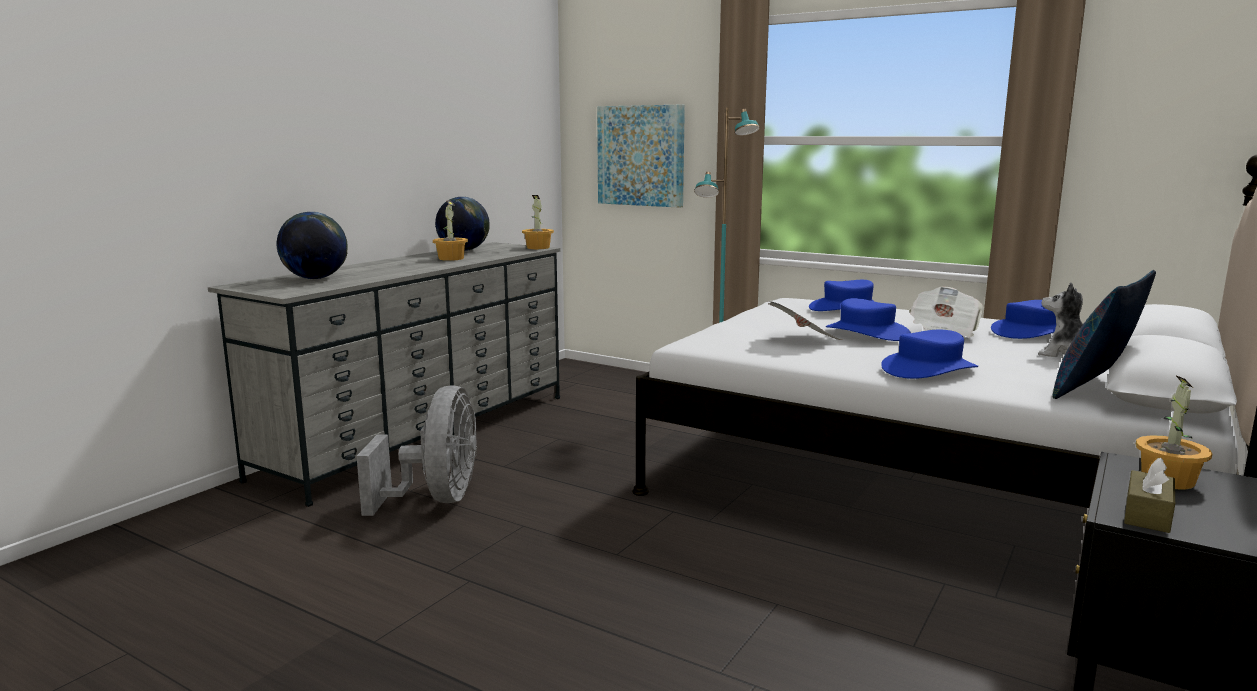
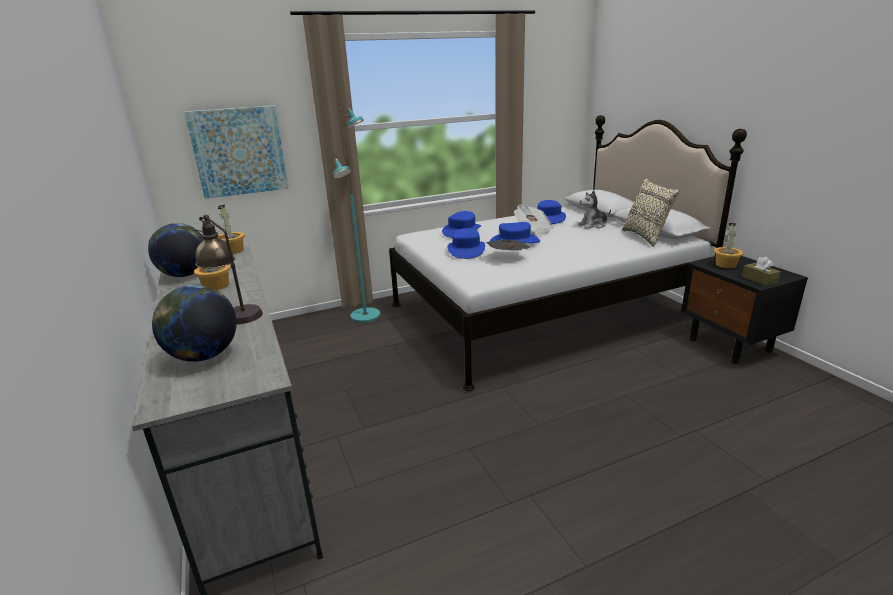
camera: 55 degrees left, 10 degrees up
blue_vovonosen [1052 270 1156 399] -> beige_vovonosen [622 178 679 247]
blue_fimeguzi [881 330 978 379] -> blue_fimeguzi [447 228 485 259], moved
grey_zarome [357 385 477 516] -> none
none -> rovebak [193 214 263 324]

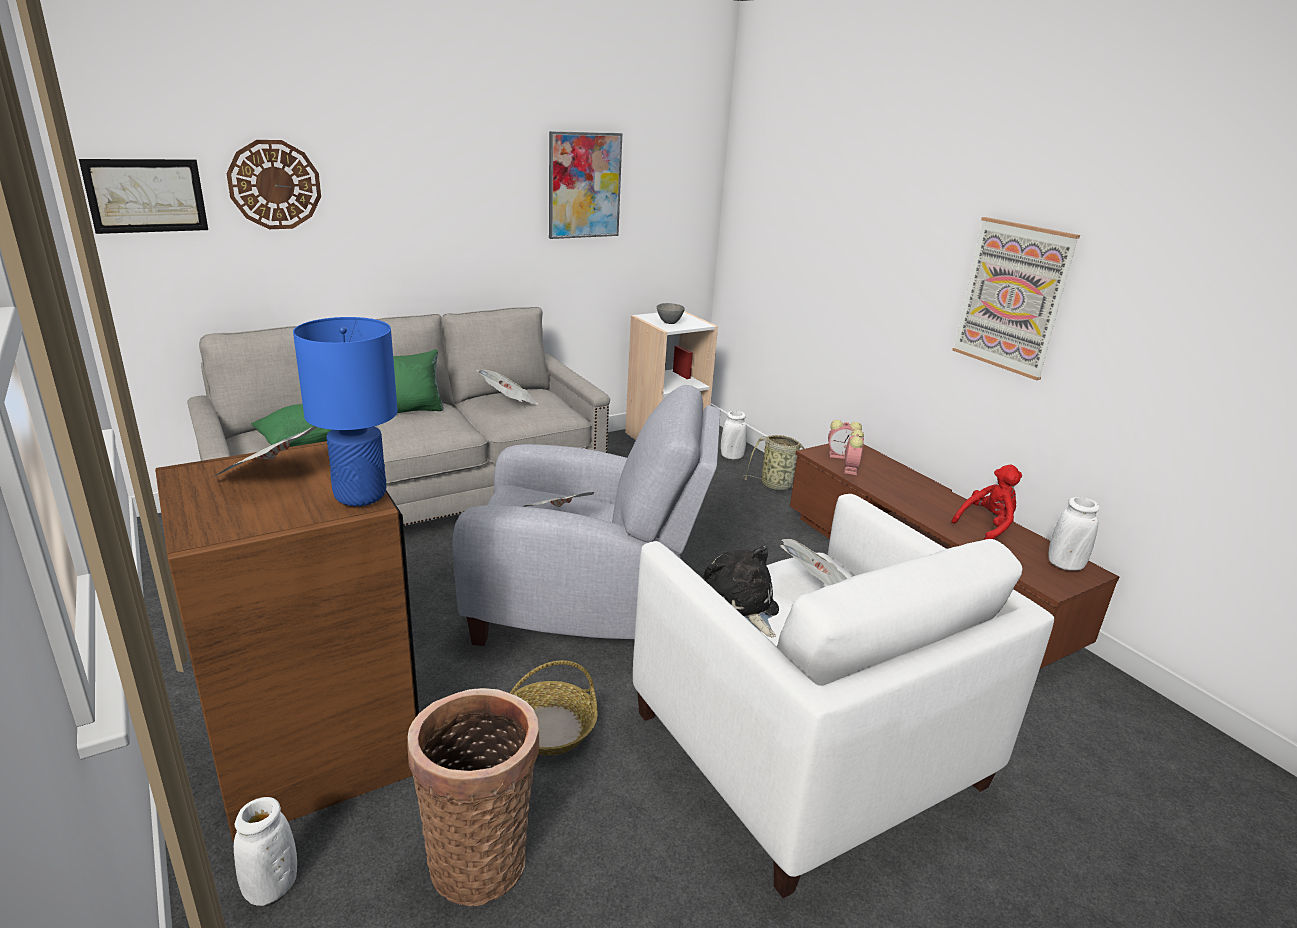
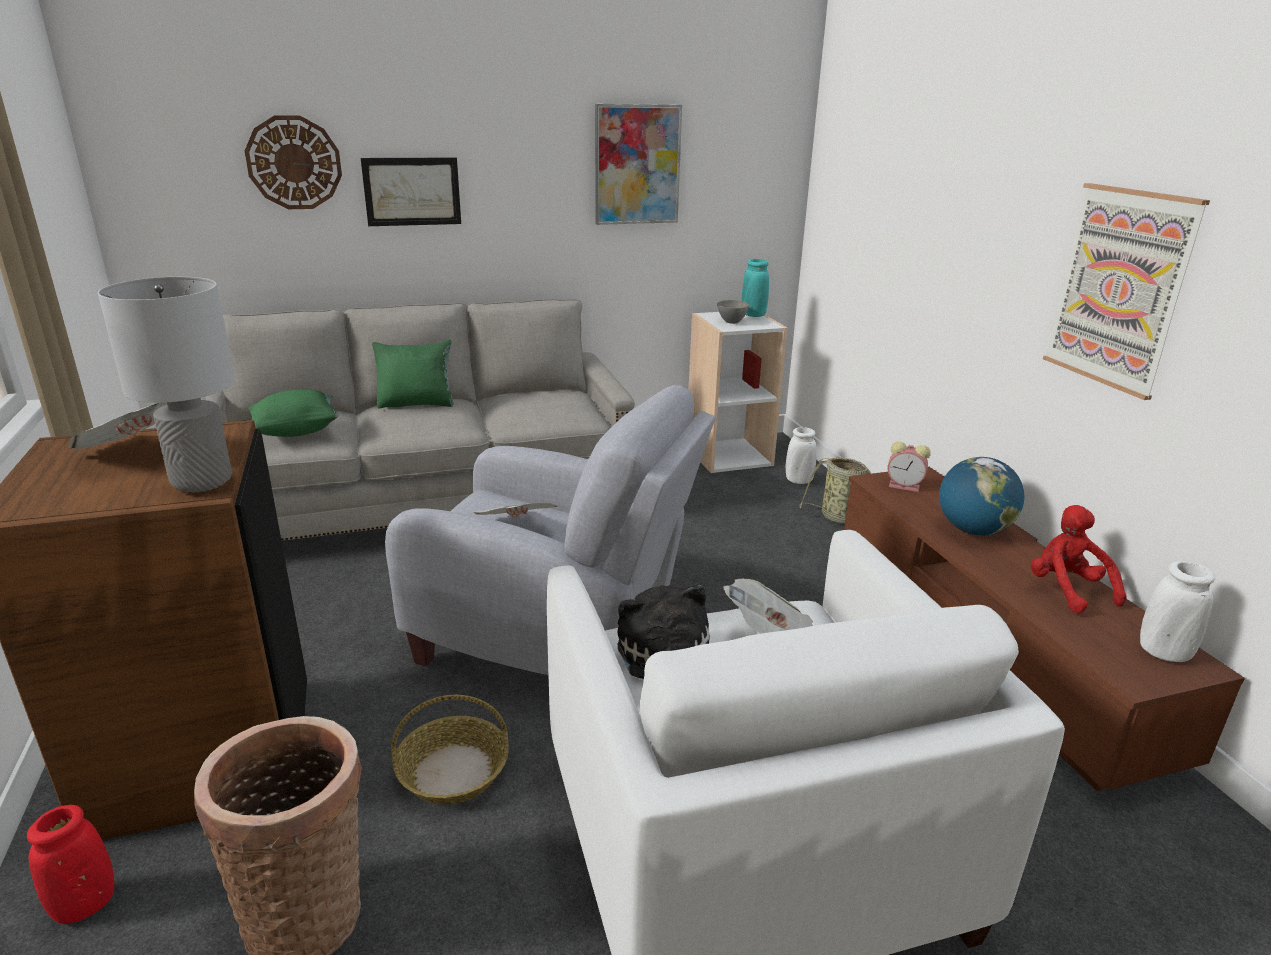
camera: 15 degrees right, 0 degrees up
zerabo [79 159 208 234] -> zerabo [361 157 461 226], moved
blue_rovebak [293 317 398 507] -> grey_rovebak [98 277 235 493]
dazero [476 369 539 405] -> none
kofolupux [842 429 864 475] -> none
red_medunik [951 465 1022 540] -> red_medunik [1031 505 1127 613], 90 degrees counterclockwise
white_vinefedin [234 797 297 906] -> red_vinefedin [27 805 114 924]
none -> turquoise_vinefedin [742 259 769 317]
none -> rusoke [939 457 1024 535]

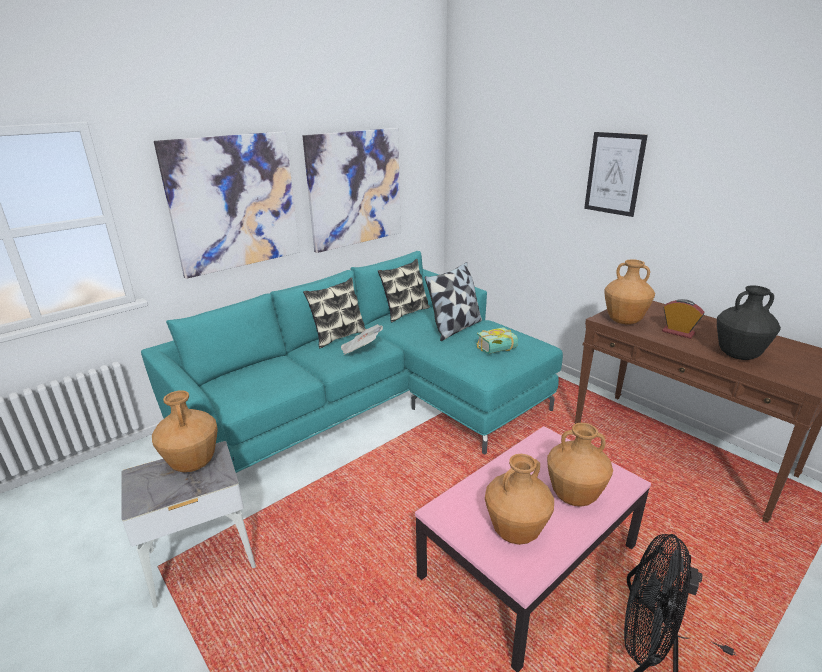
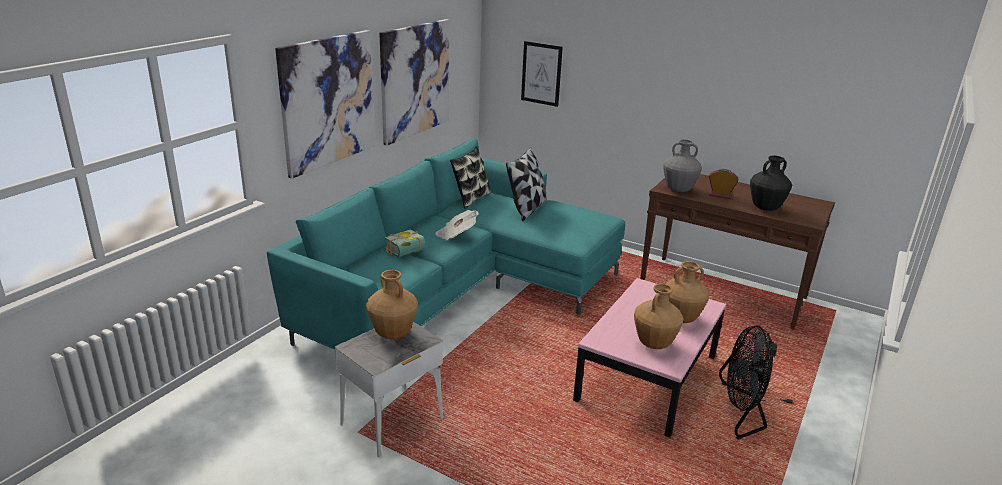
camera: 20 degrees left, 0 degrees up
zerabo [584 132 648 217] -> zerabo [521 41 563 107], moved
brown_vinefedin [604 259 655 325] -> grey_vinefedin [663 140 702 192]
vovonosen [303 277 366 348] -> none
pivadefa [477 327 518 354] -> pivadefa [385 229 425 257], moved

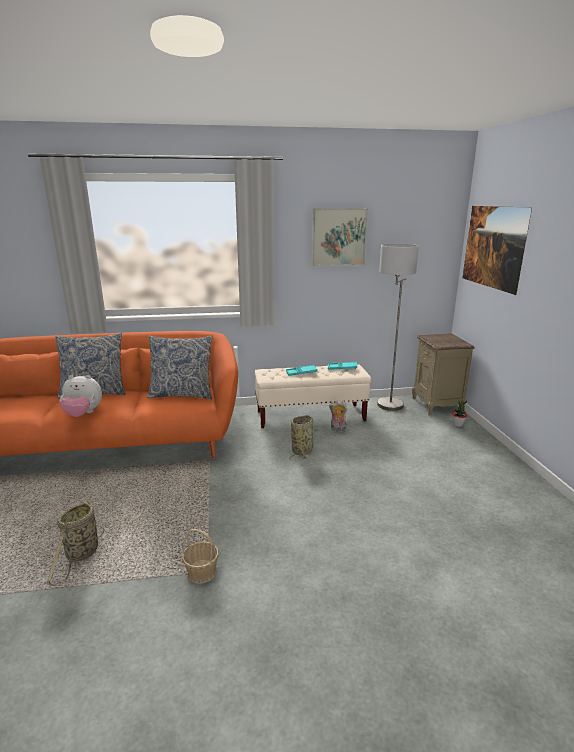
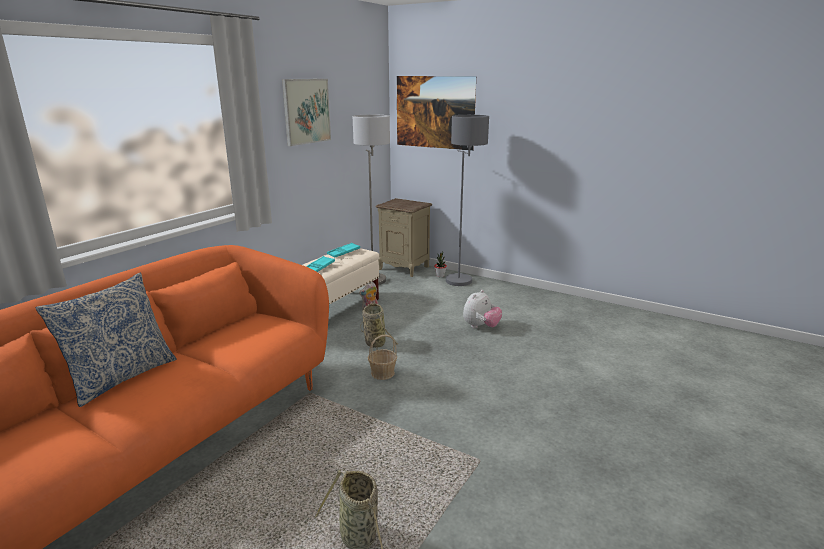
camera: 50 degrees left, 0 degrees up
vovonosen [147 336 213 399] -> none
medunik [60 375 102 417] -> medunik [463 290 502 328], moved
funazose [182 529 219 584] -> funazose [368 335 397 380], moved
none -> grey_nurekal [446 115 489 286]

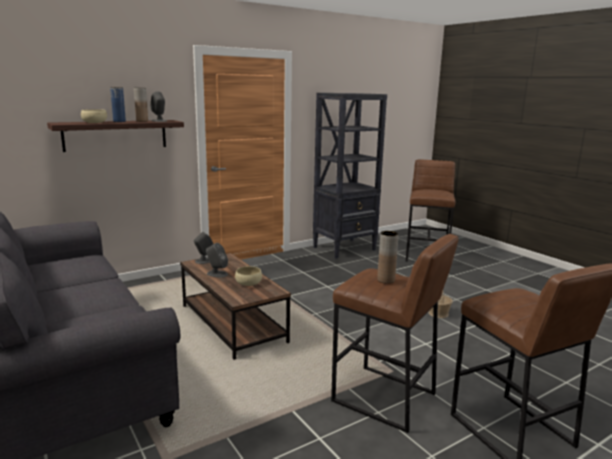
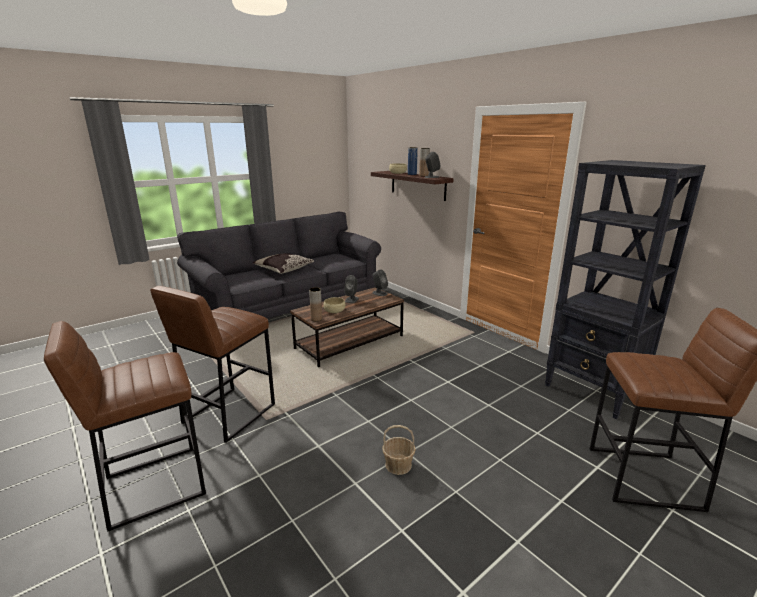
camera: 85 degrees right, 5 degrees up
brown_vinefedin [377 231 399 284] -> brown_vinefedin [309 287 322 322], moved
none -> vovonosen [253 253 314 274]

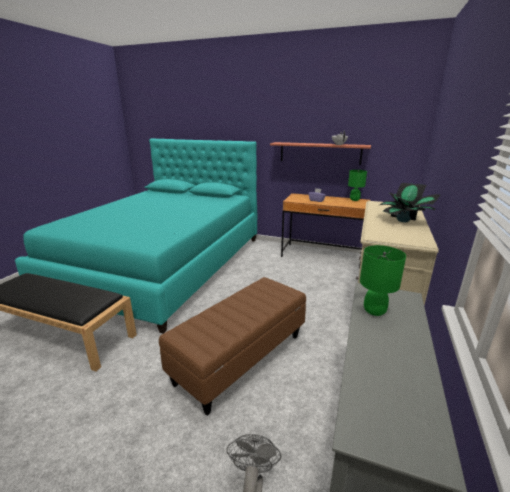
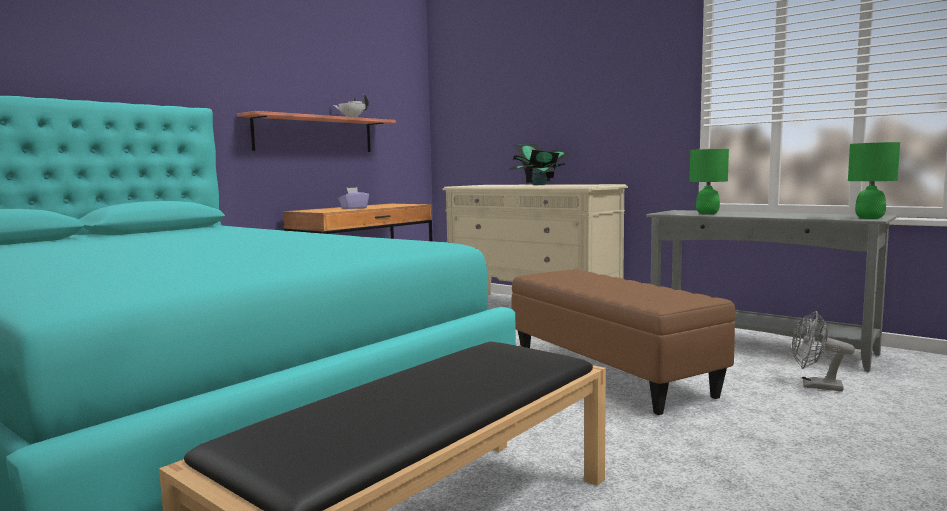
camera: 70 degrees left, 15 degrees down
green_rovebak [348 170 367 201] -> green_rovebak [848 142 900 219], moved

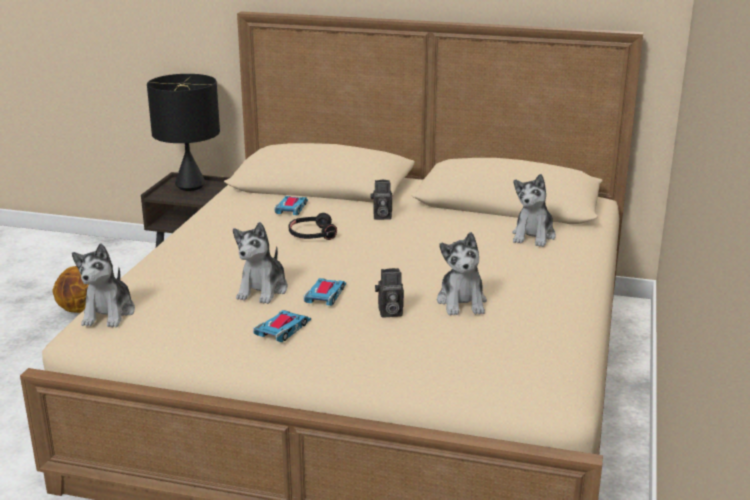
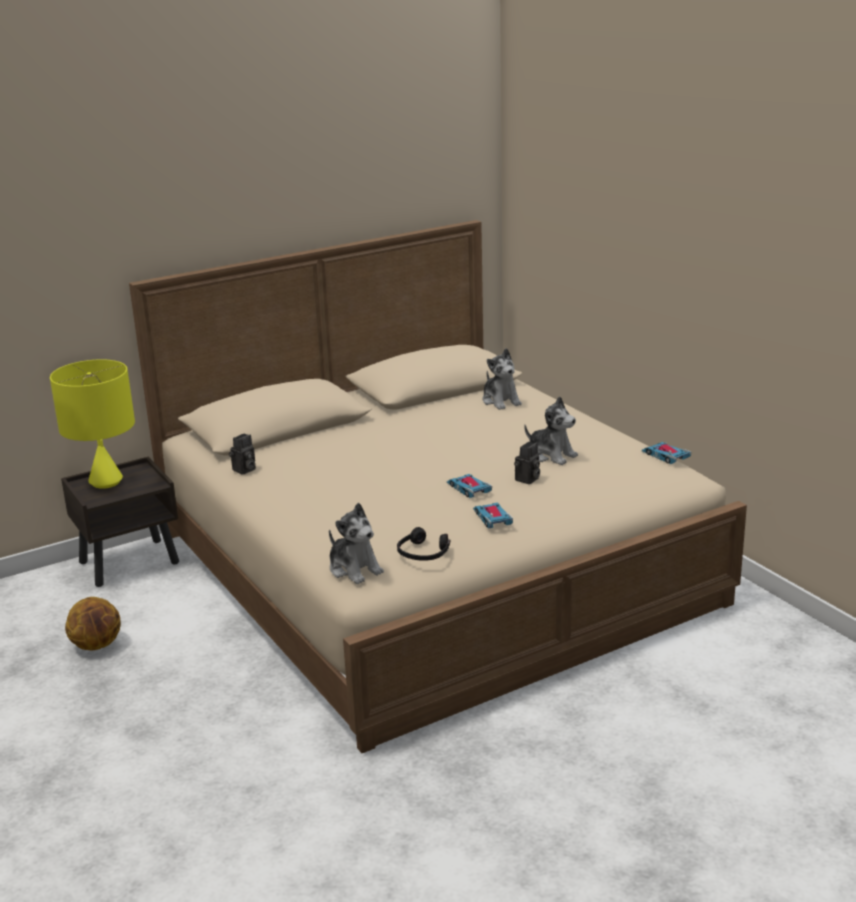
camera: 45 degrees left, 0 degrees up
black_rovebak [147 74 220 191] -> yellow_rovebak [50 359 135 489]
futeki [370 180 392 220] -> futeki [229 434 256 475], moved
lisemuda [274 196 308 215] -> lisemuda [642 442 691 464], moved
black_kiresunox [289 213 337 240] -> black_kiresunox [397 527 450 561], moved
medunik [233 222 288 304] -> none

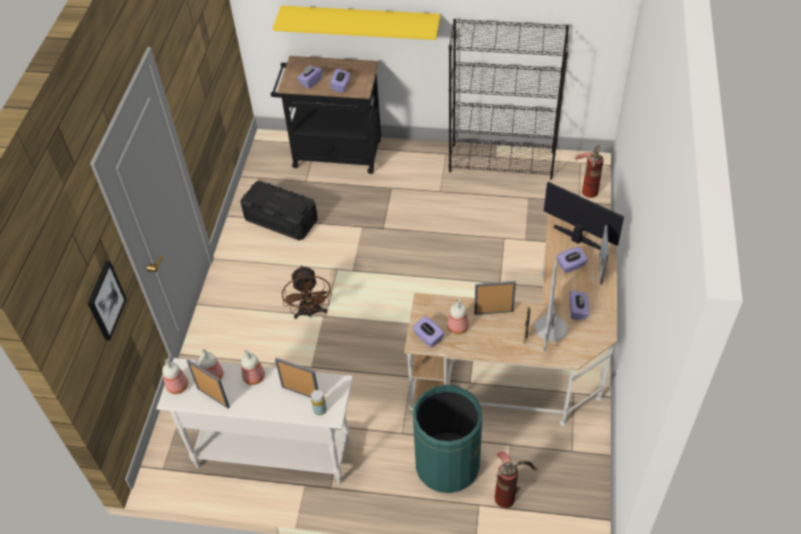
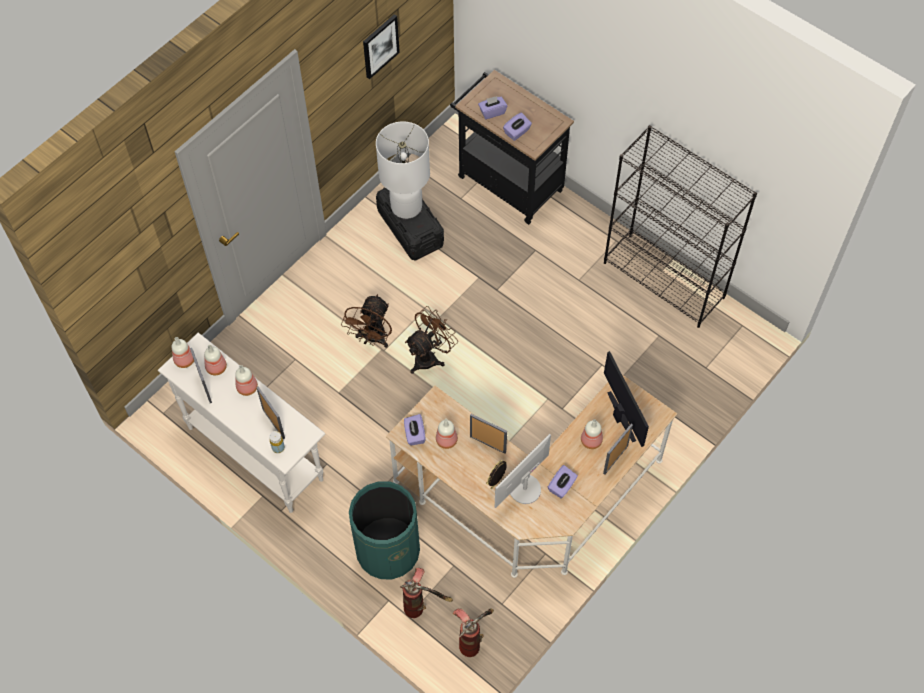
camera: 30 degrees right, 10 degrees up
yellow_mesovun [273 6 440 40] -> none
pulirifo [575 145 604 198] -> pulirifo [452 608 494 657], moved
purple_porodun [557 247 588 273] -> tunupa [581 419 603 449]
zerabo [88 261 127 341] -> zerabo [363 14 400 79], moved
none -> white_rovebak [376 121 430 219]
none -> brown_zarome [405 306 458 374]

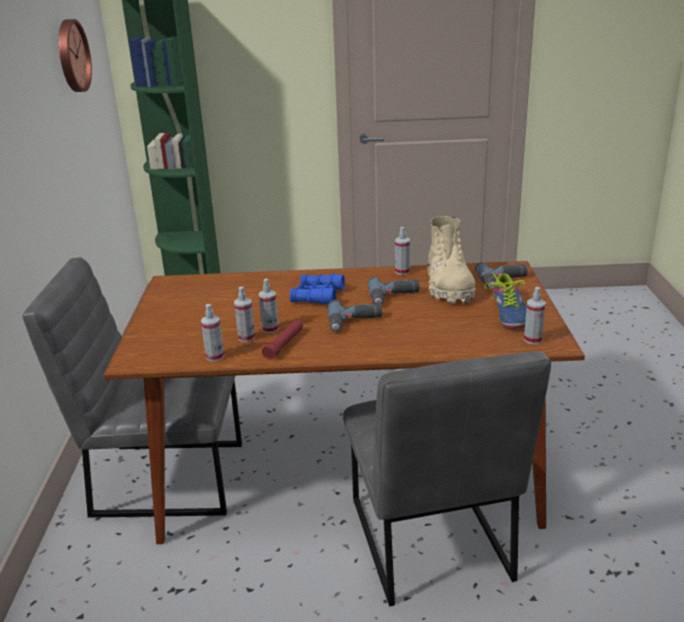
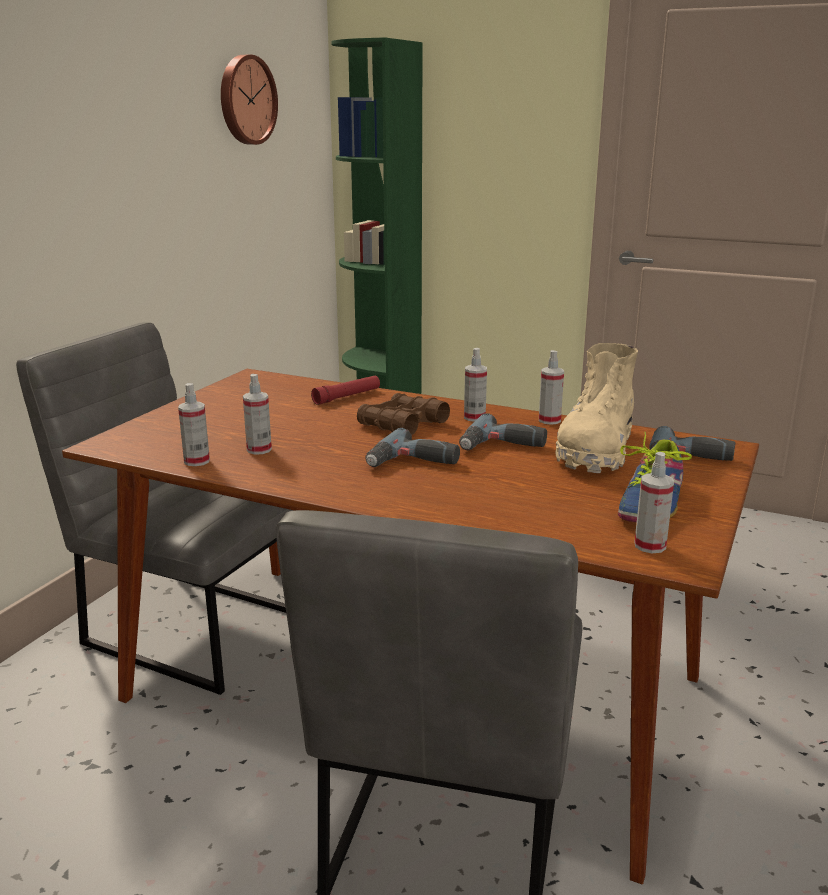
camera: 25 degrees right, 5 degrees down
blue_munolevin [290 273 345 305] -> brown_munolevin [357 393 450 435]
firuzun [258 279 279 333] -> firuzun [464 348 487 422], moved
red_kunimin [262 320 303 360] -> red_kunimin [311 376 380 405], moved

